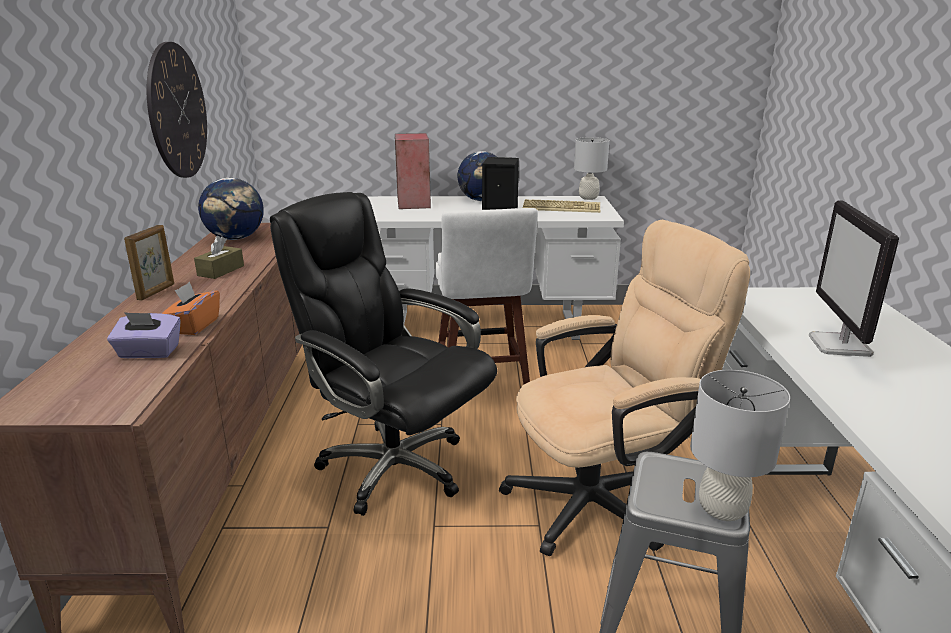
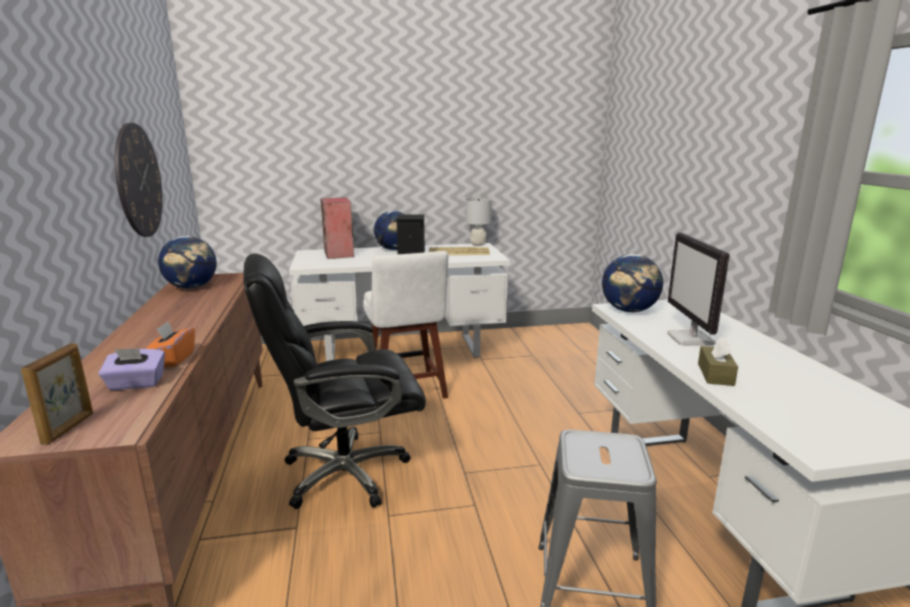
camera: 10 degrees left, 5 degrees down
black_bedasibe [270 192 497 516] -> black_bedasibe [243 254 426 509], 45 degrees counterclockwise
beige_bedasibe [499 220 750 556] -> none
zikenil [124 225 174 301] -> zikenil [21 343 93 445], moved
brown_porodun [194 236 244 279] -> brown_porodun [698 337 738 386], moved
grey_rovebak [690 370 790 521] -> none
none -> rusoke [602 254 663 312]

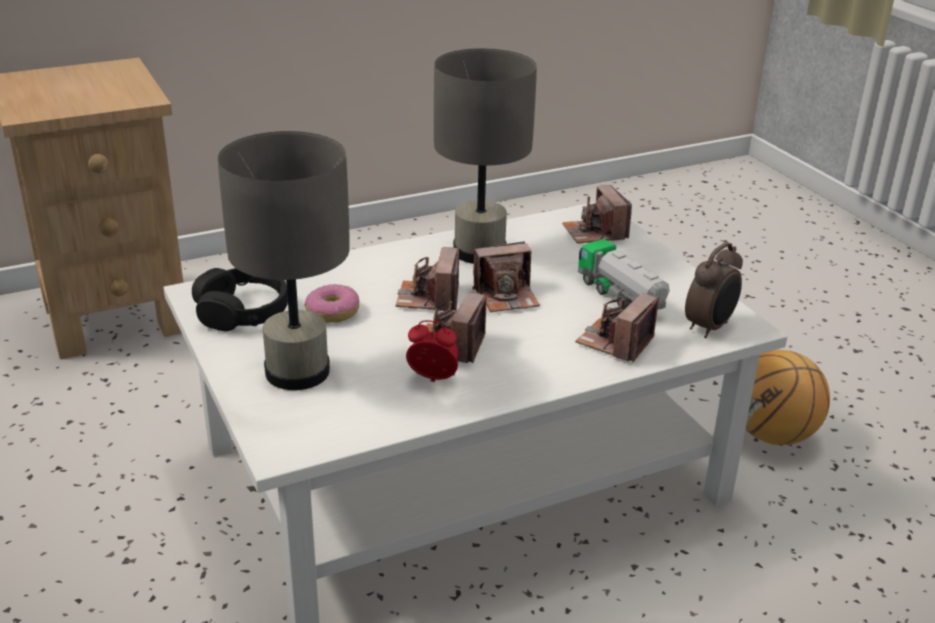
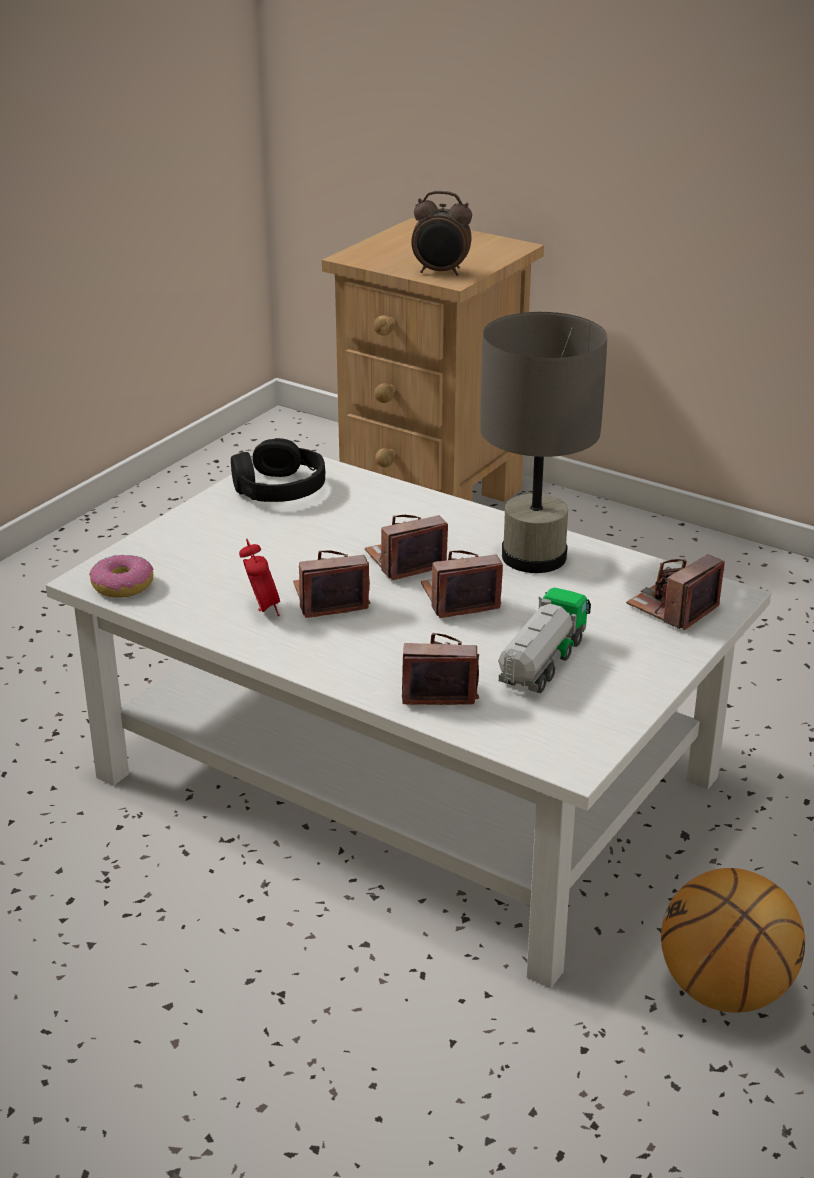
camera: 60 degrees right, 0 degrees up
grey_rovebak [218 131 350 390] -> none
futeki [473 241 540 312] -> futeki [421 551 503 618], 120 degrees clockwise
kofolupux [685 242 743 338] -> kofolupux [411 191 472 276], moved
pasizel [305 284 359 323] -> pasizel [89 555 153 598], moved

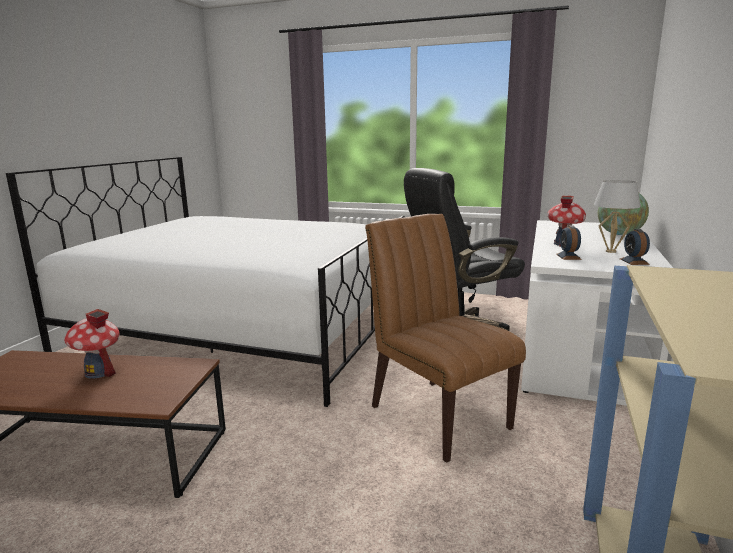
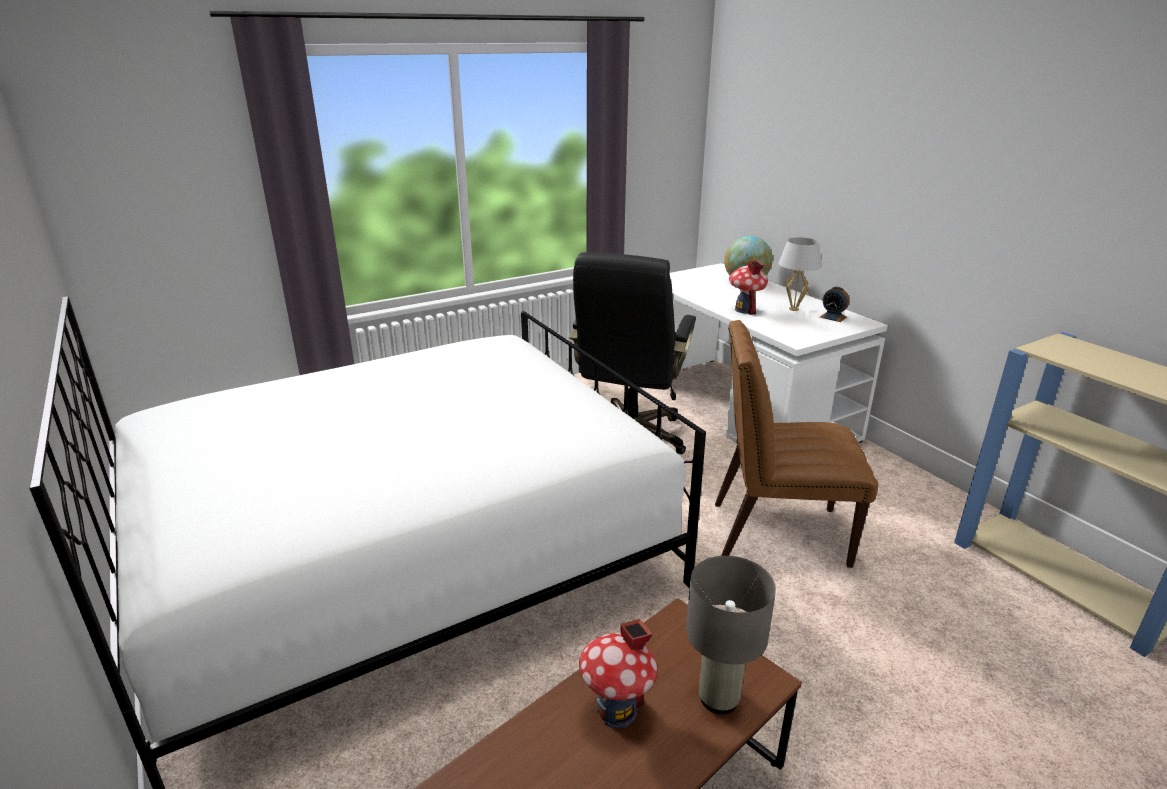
camera: 50 degrees left, 10 degrees up
kofolupux [556 225 582 260] -> none
none -> grey_rovebak [686 556 776 714]

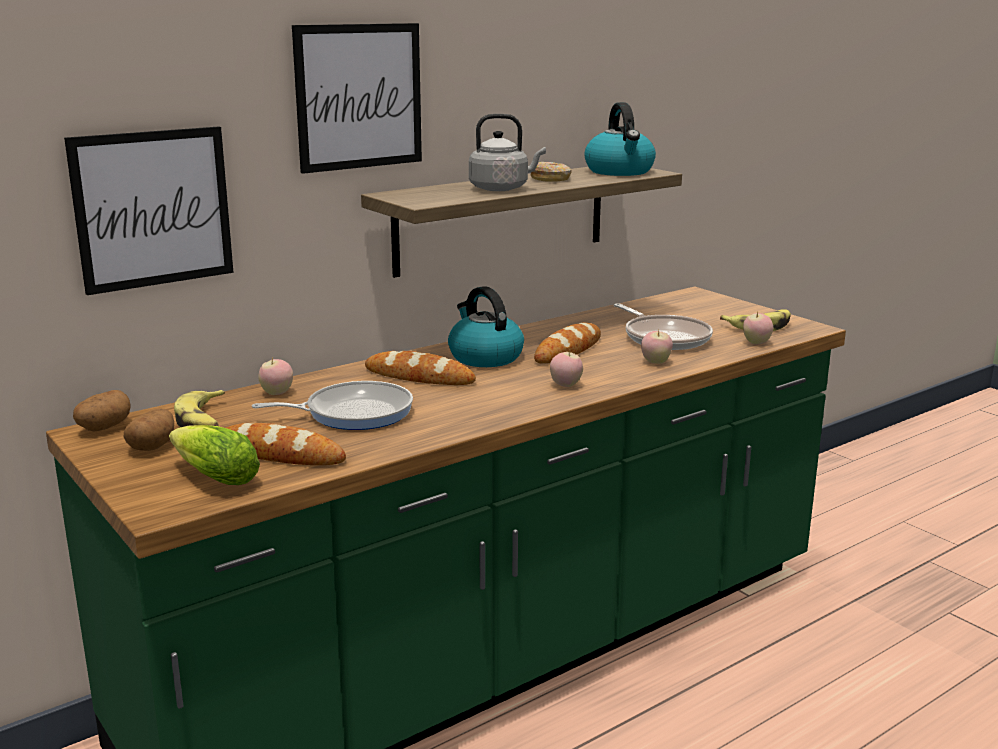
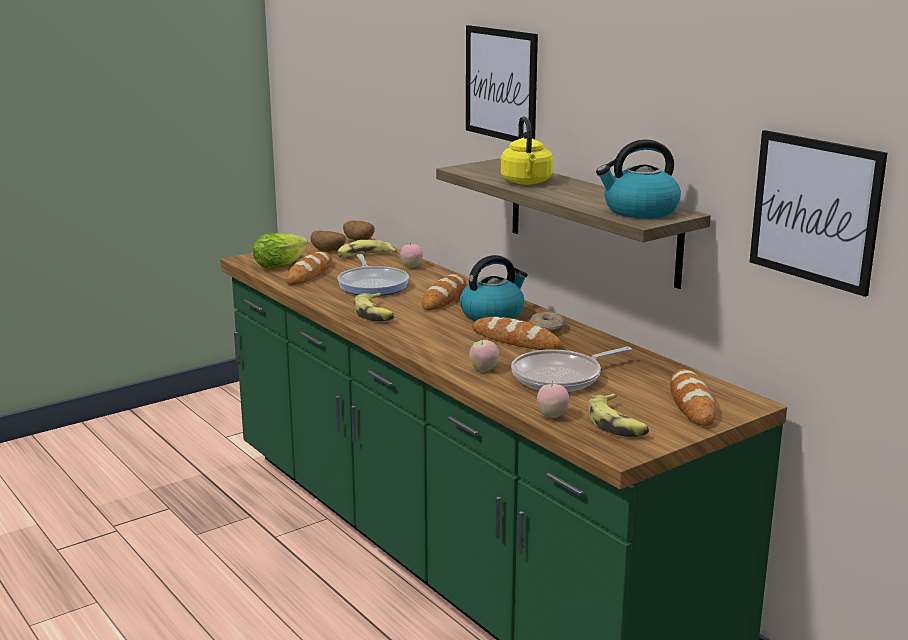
camera: 90 degrees right, 0 degrees up
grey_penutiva [469 114 546 191] -> yellow_penutiva [501 116 553 185]
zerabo [64 126 234 295] -> zerabo [750 130 887 297], moved
pasizel [531 162 571 182] -> pasizel [529 311 565 334], moved
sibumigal [550 351 583 387] -> none
none -> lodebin [354 293 395 322]
none -> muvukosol [670 369 715 426]

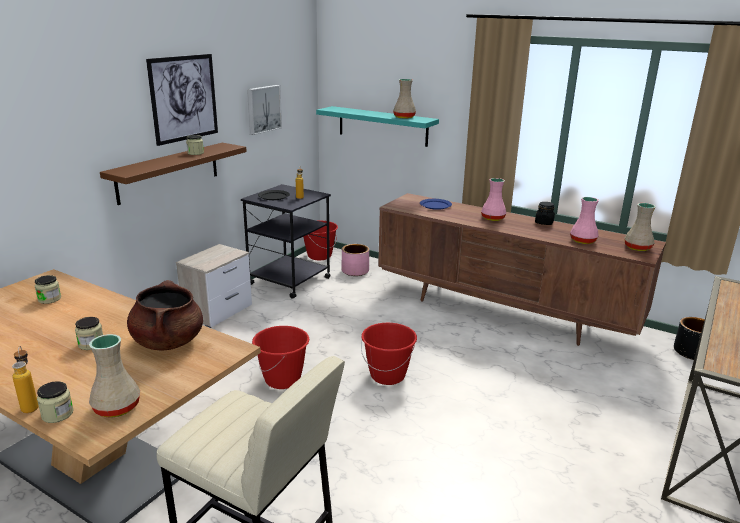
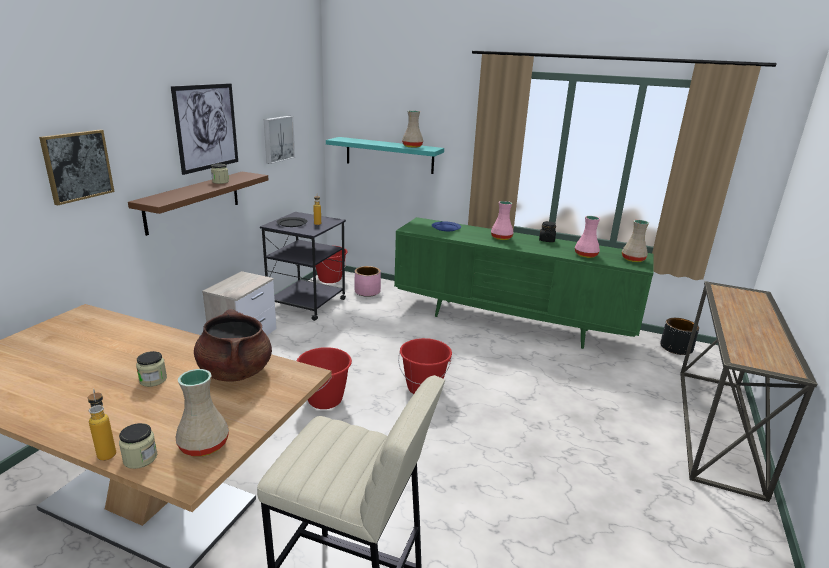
camera: 10 degrees left, 0 degrees up
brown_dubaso [378 193 666 346] -> green_dubaso [394 217 654 349]
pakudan [35 275 61 304] -> none
none -> zerabo [39 130 114 205]

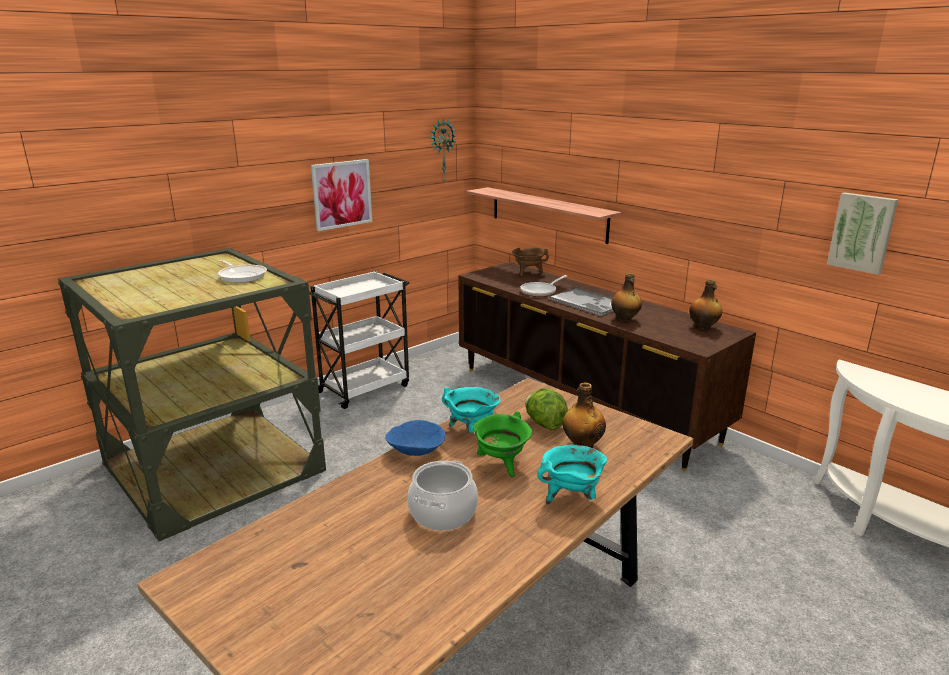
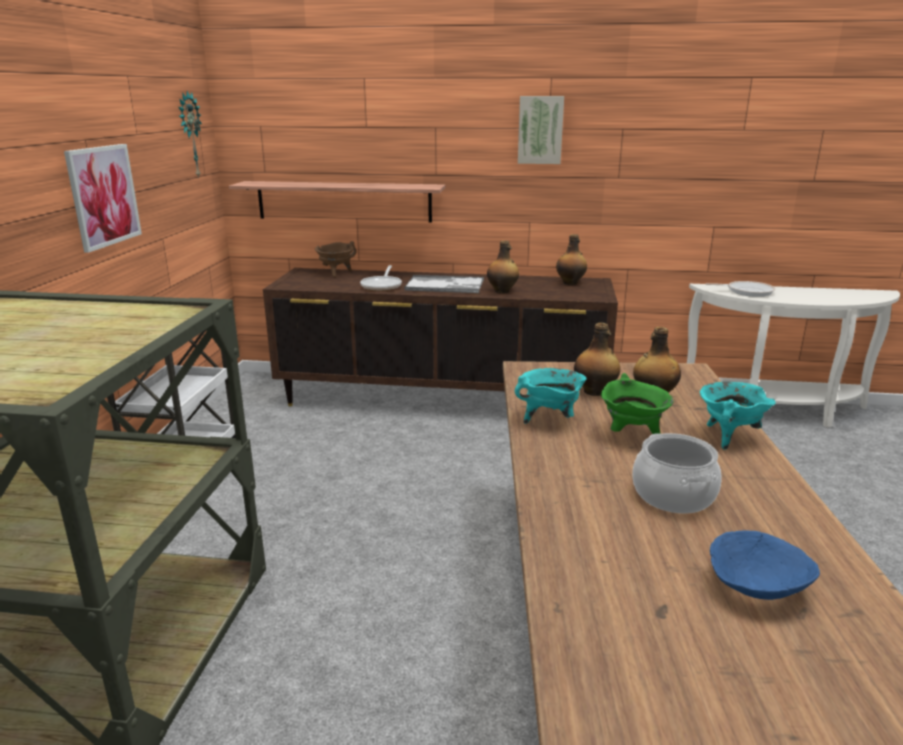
camera: 40 degrees left, 0 degrees up
zerabo [827 192 898 275] -> zerabo [518 96 564 164], moved
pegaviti [218 260 267 283] -> pegaviti [706 281 776 297], moved
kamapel [525 388 568 430] -> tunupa [574 323 620 396]
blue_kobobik [385 420 446 456] -> blue_kobobik [710 530 820 600], moved

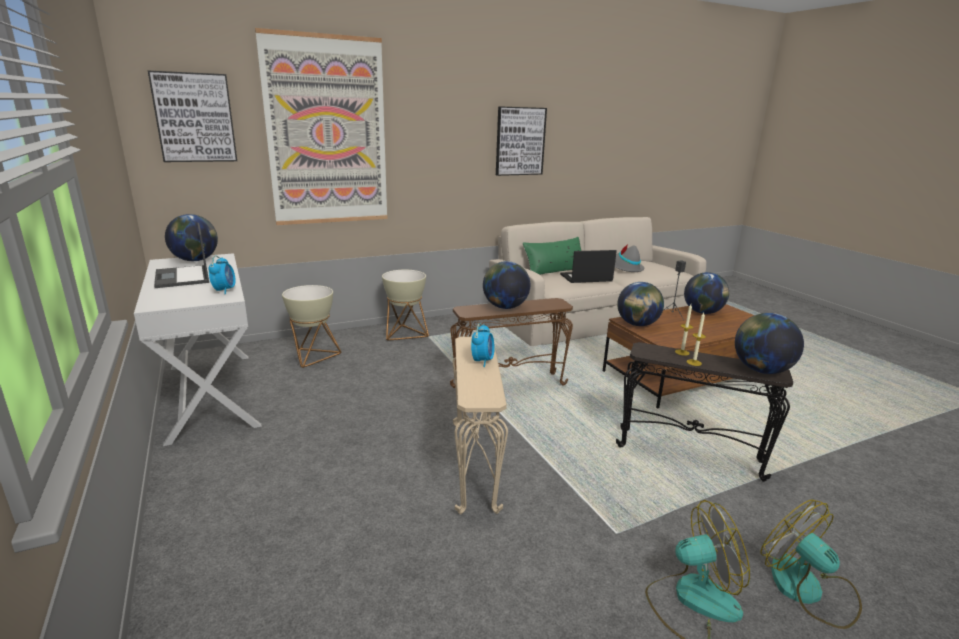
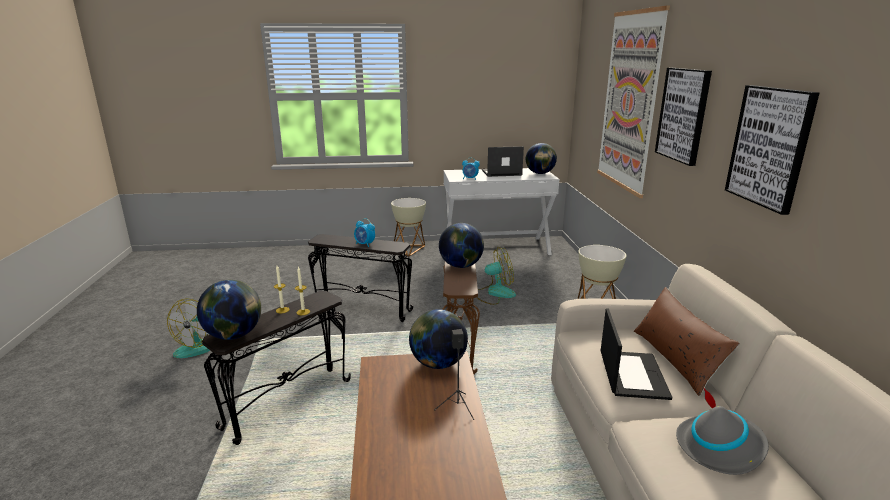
camera: 110 degrees right, 0 degrees up
zerabo [148 71 237 162] -> zerabo [655 68 712 166], moved
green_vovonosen [523 237 581 275] -> brown_vovonosen [634 287 740 396]
rusoke [684 272 729 314] -> none
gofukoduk [282 285 341 368] -> gofukoduk [391 198 426 257], moved
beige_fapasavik [453 337 508 515] -> black_fapasavik [308 234 413 322]
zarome [761 499 862 629] -> zarome [476 248 516 305], moved

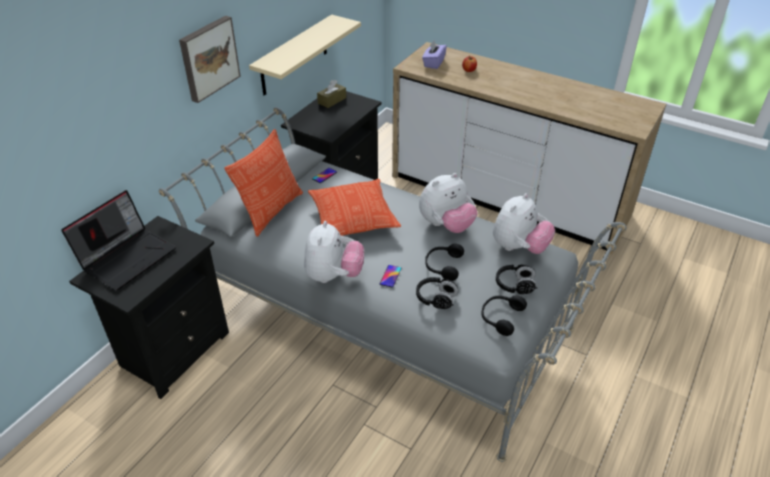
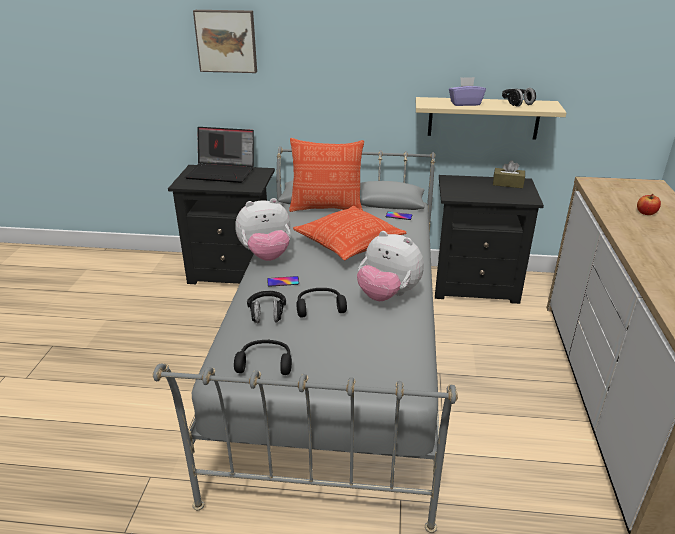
camera: 65 degrees right, 10 degrees down
zerabo [179 16 241 103] -> zerabo [193 10 257 73], moved
purple_porodun [422 40 447 69] -> purple_porodun [449 77 486 106], moved
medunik [493 193 555 254] -> none
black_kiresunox [496 265 538 294] -> black_kiresunox [502 88 536 107], moved

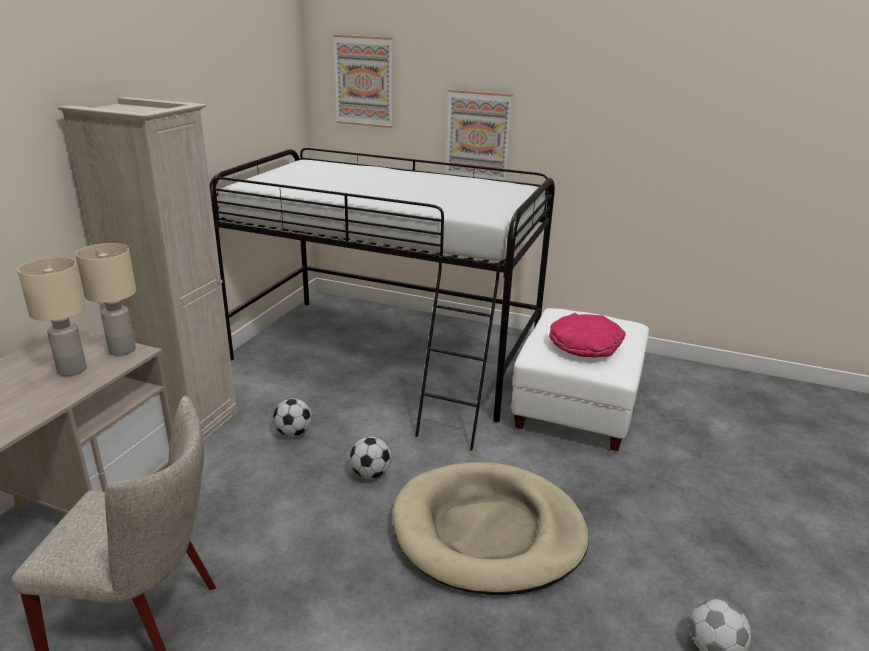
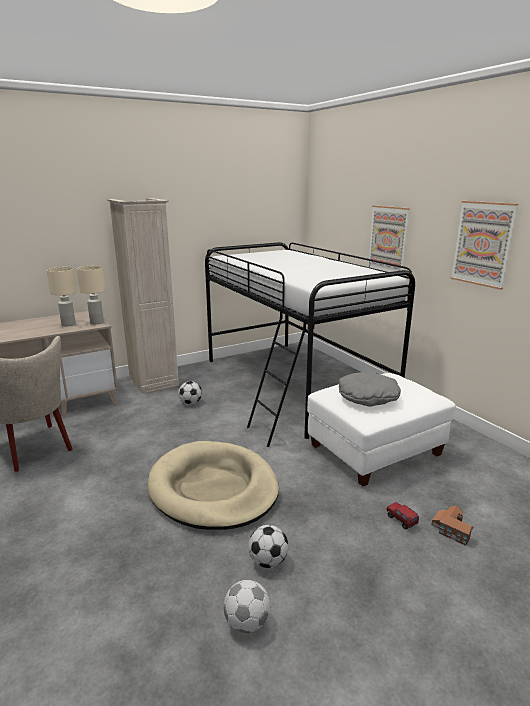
camera: 40 degrees right, 5 degrees down
zerabo [333 35 393 128] -> zerabo [450 201 518 290], moved
pink_vovonosen [549 313 626 357] -> grey_vovonosen [339 372 401 407]
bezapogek [350 437 391 479] -> bezapogek [248 525 288 568], moved
none -> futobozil [387 502 419 529]
none -> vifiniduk [431 505 473 546]

